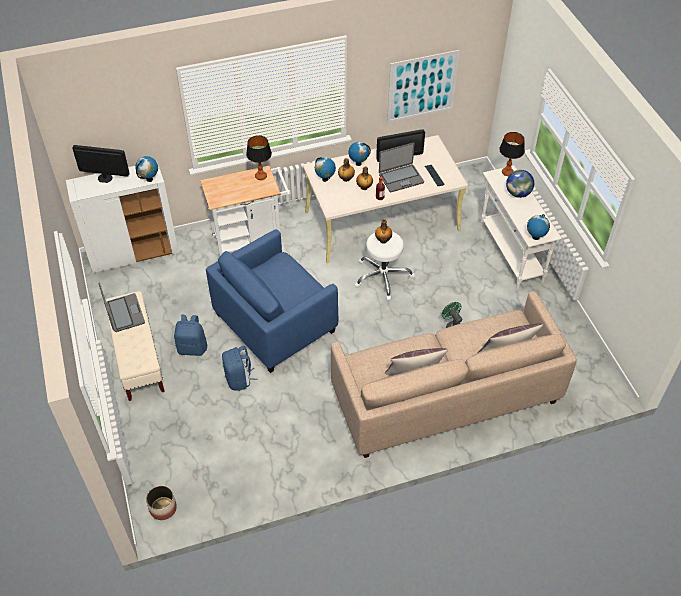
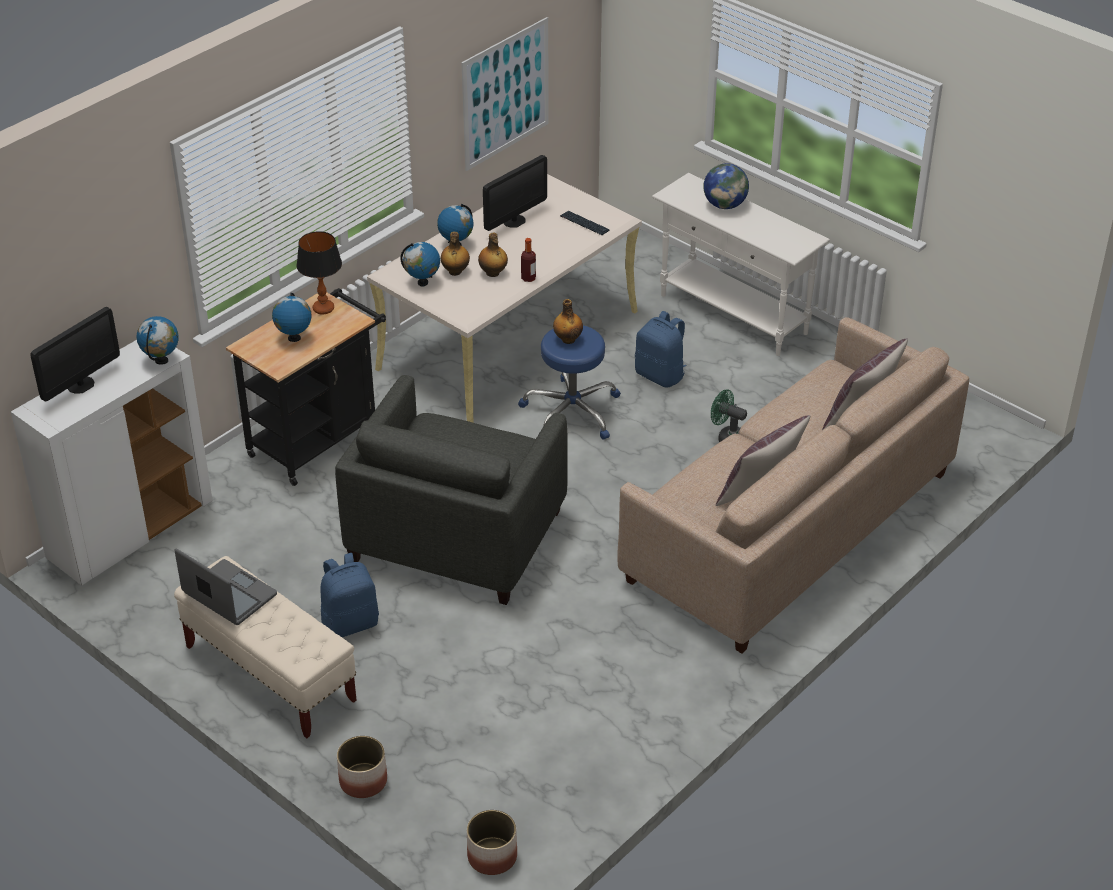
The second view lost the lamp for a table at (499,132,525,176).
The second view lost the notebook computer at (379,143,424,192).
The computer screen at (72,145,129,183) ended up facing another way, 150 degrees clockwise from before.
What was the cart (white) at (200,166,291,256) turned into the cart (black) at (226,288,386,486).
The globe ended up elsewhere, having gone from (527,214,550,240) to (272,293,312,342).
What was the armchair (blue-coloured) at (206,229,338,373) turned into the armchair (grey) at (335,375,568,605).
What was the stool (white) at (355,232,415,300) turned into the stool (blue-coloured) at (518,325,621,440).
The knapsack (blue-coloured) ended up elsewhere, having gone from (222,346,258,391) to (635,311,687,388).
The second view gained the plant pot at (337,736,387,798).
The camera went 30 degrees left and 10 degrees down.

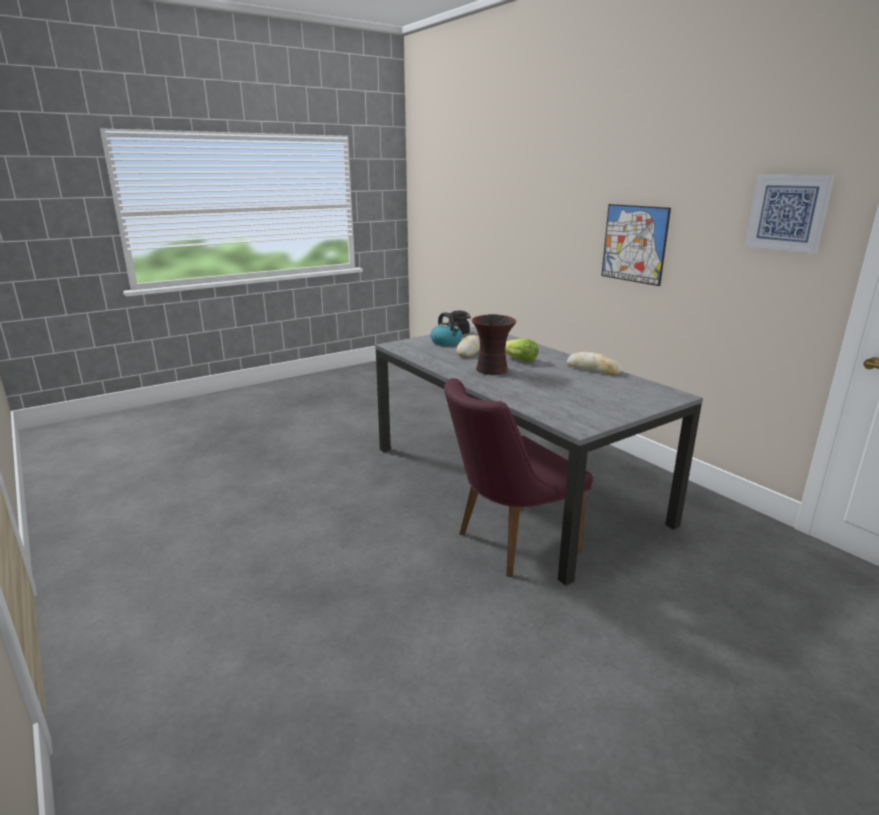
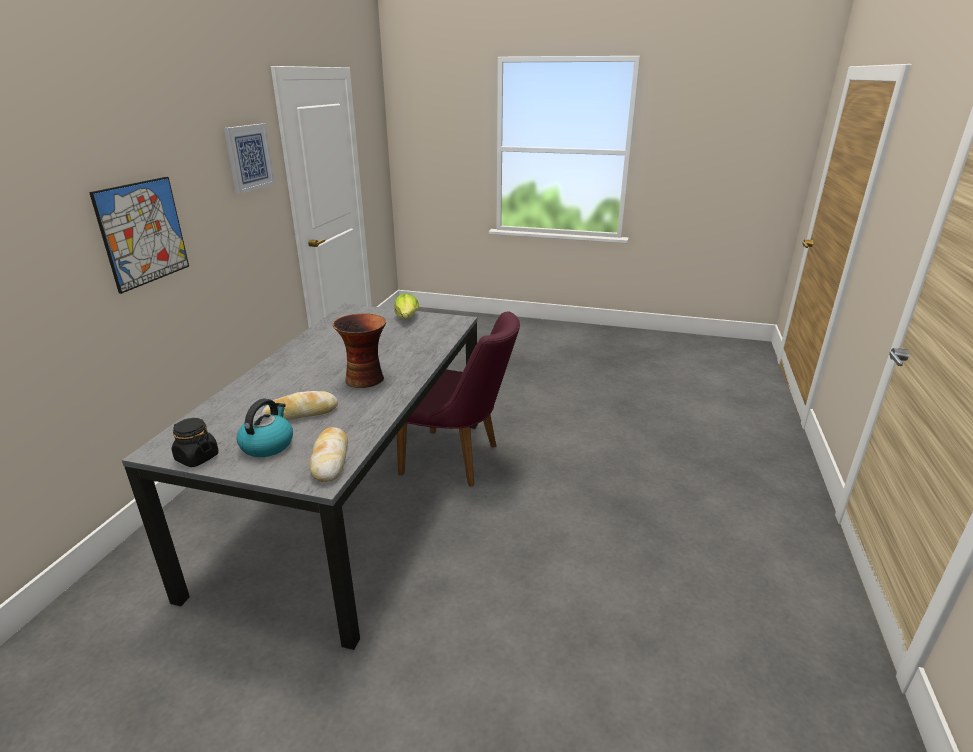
The lettuce ended up elsewhere, having gone from (505,339,538,362) to (395,293,419,319).
The bread ended up elsewhere, having gone from (567,352,622,375) to (309,427,348,482).
The camera went 130 degrees left and 5 degrees up.

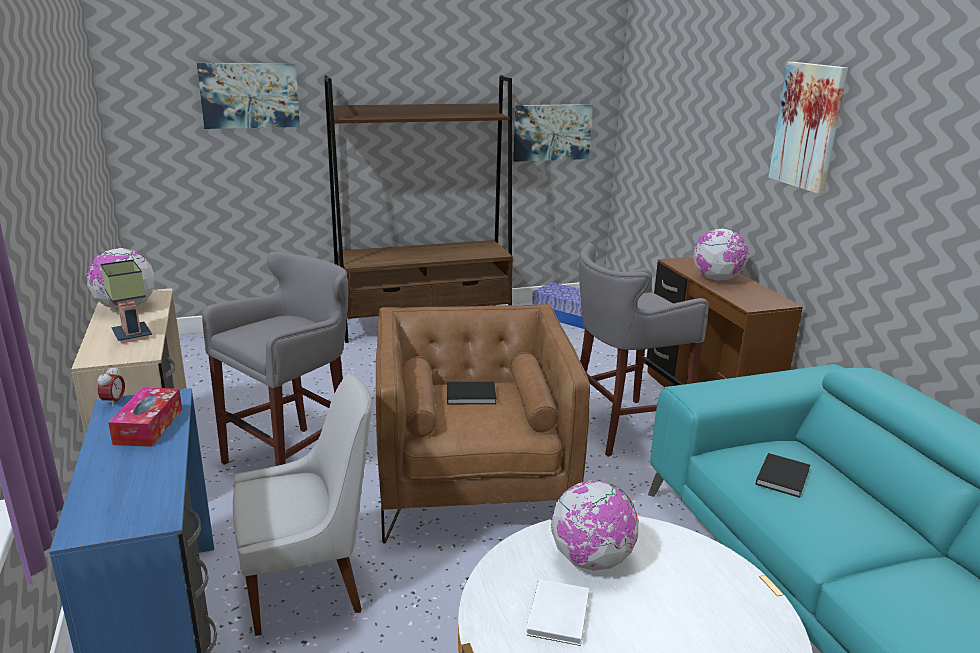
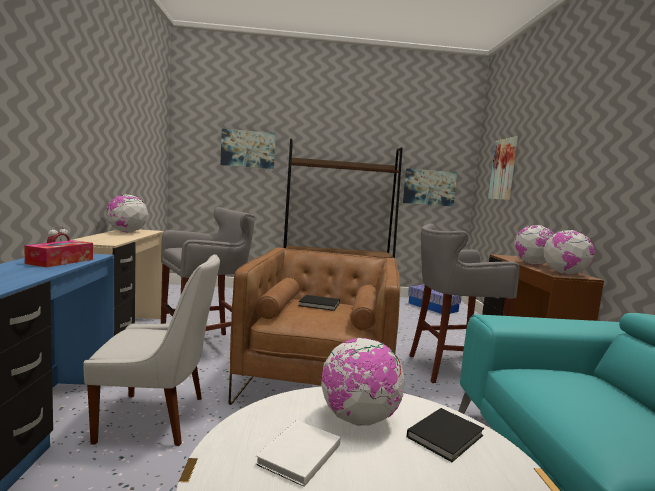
The wall art ended up elsewhere, having gone from (768,62,848,194) to (488,136,518,200).
The second view lost the lamp for a table at (100,260,152,344).
The volume (black) ended up elsewhere, having gone from (756,453,810,498) to (407,408,484,462).
The second view gained the globe at (543,230,595,274).
The camera went 15 degrees right and 15 degrees down.

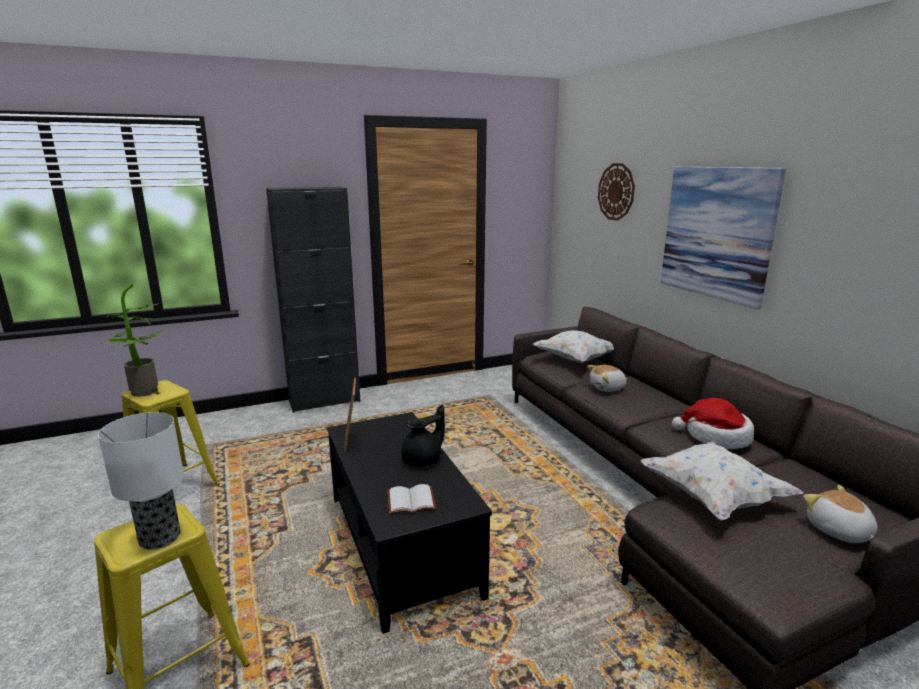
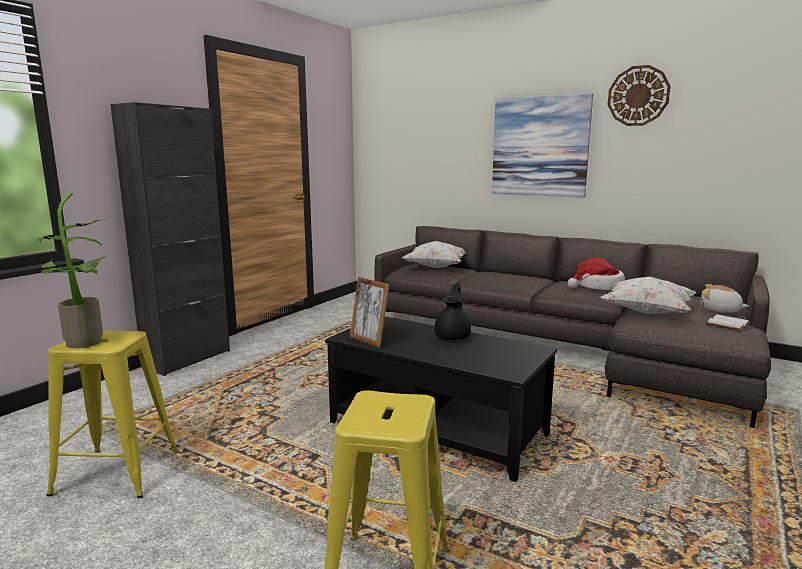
The hanging clock ended up elsewhere, having gone from (598,163,635,221) to (608,65,671,126).
The second view lost the cuddly toy at (587,365,628,392).
The second view lost the lamp for a table at (98,412,184,550).
The volume (white) ended up elsewhere, having gone from (387,484,436,514) to (706,314,751,331).
The camera went 35 degrees left and 5 degrees down.

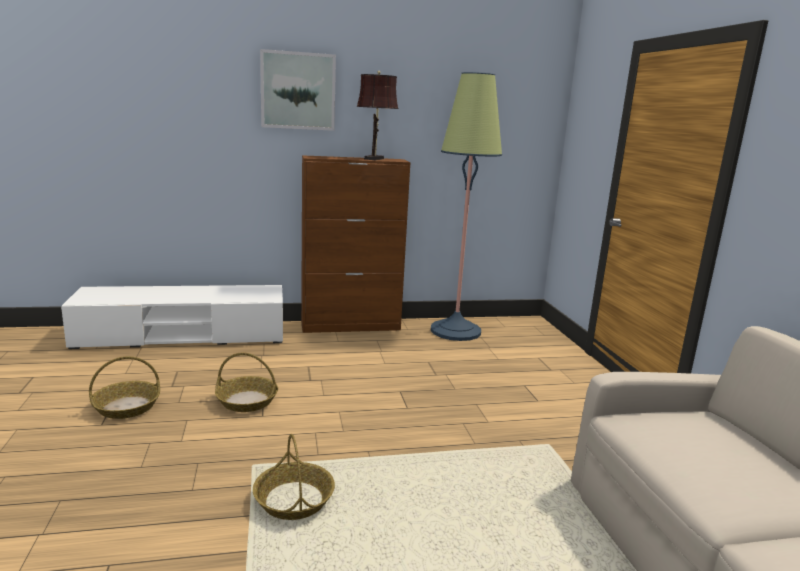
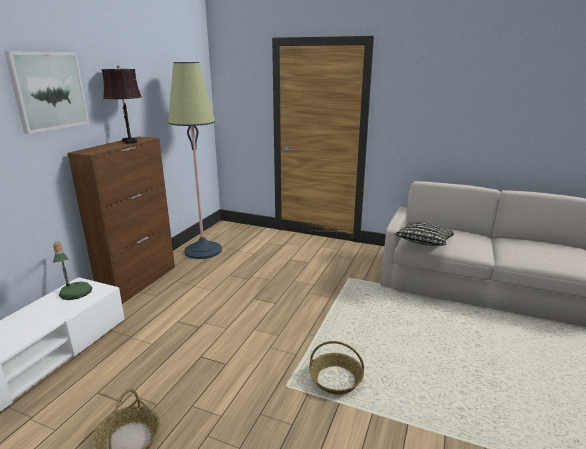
The second view lost the basket at (215,353,278,412).
The second view gained the throw pillow at (395,222,454,246).
The second view gained the lamp for a table at (53,242,92,300).
The camera went 55 degrees left and 5 degrees up.

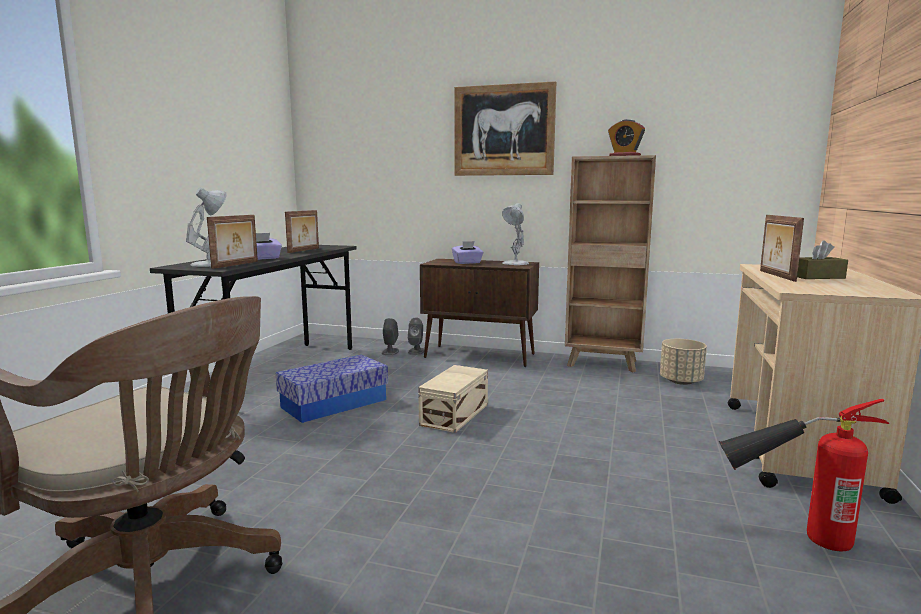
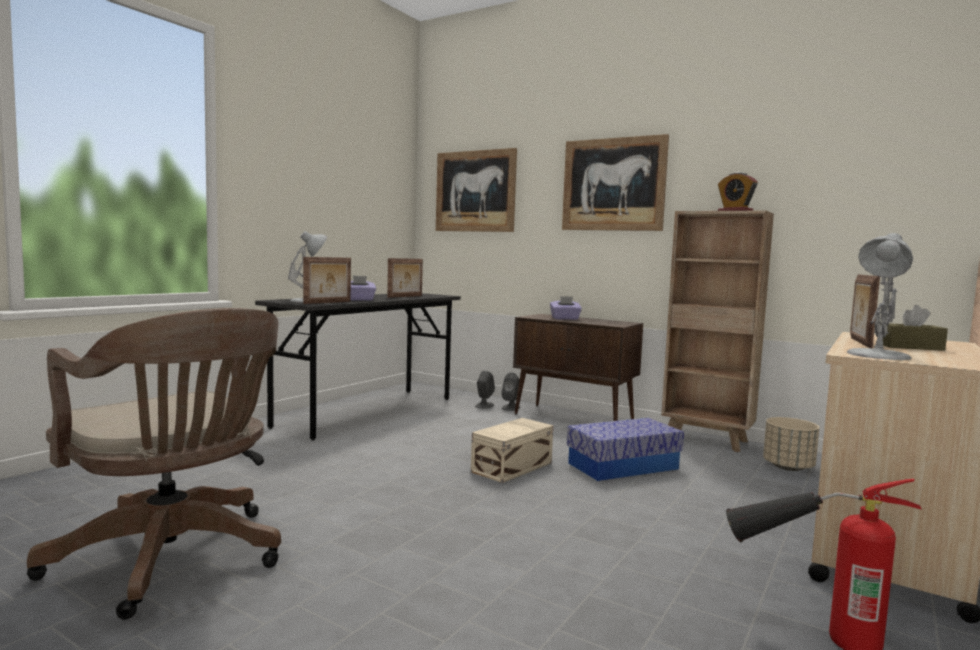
The lamp for a table (white) ended up elsewhere, having gone from (502,203,529,265) to (847,233,913,360).
The storage box ended up elsewhere, having gone from (276,355,388,423) to (567,418,684,481).
The second view gained the wall art at (436,148,517,232).
The camera went 15 degrees right and 5 degrees down.

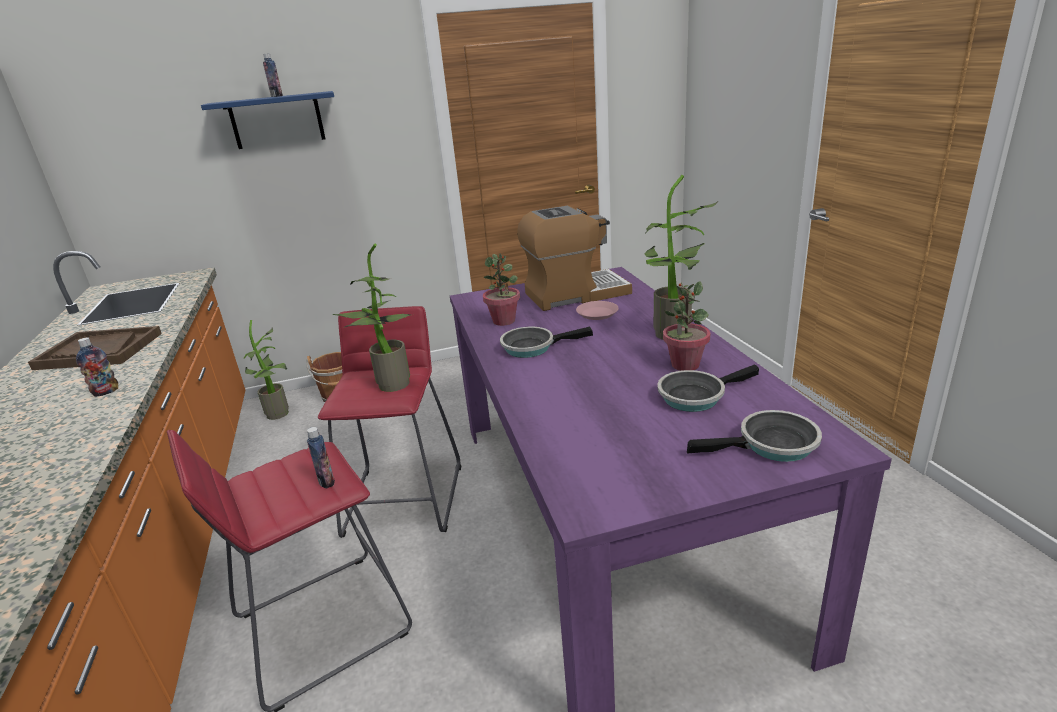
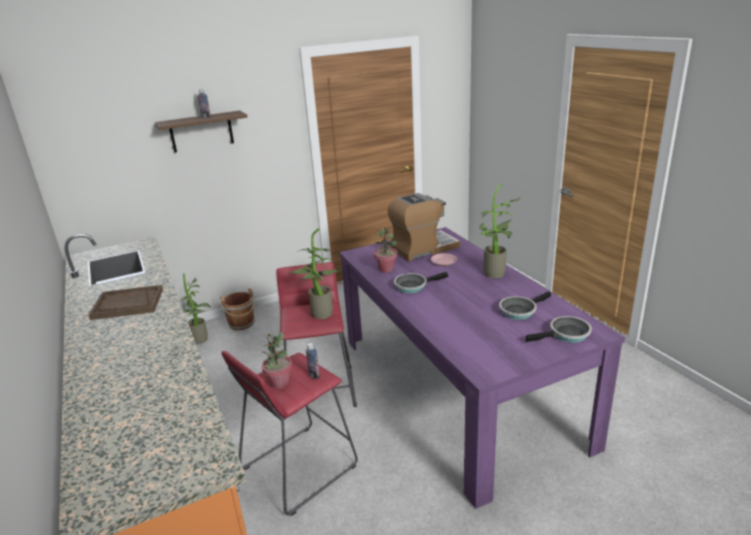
What was the wall shelf (blue-coloured) at (201,91,334,149) turned into the wall shelf (brown) at (155,111,247,153).
The plant in a pot ended up elsewhere, having gone from (663,281,710,371) to (262,332,292,389).
The second view lost the beverage bottle at (76,337,118,397).
The camera went 10 degrees left and 0 degrees up.

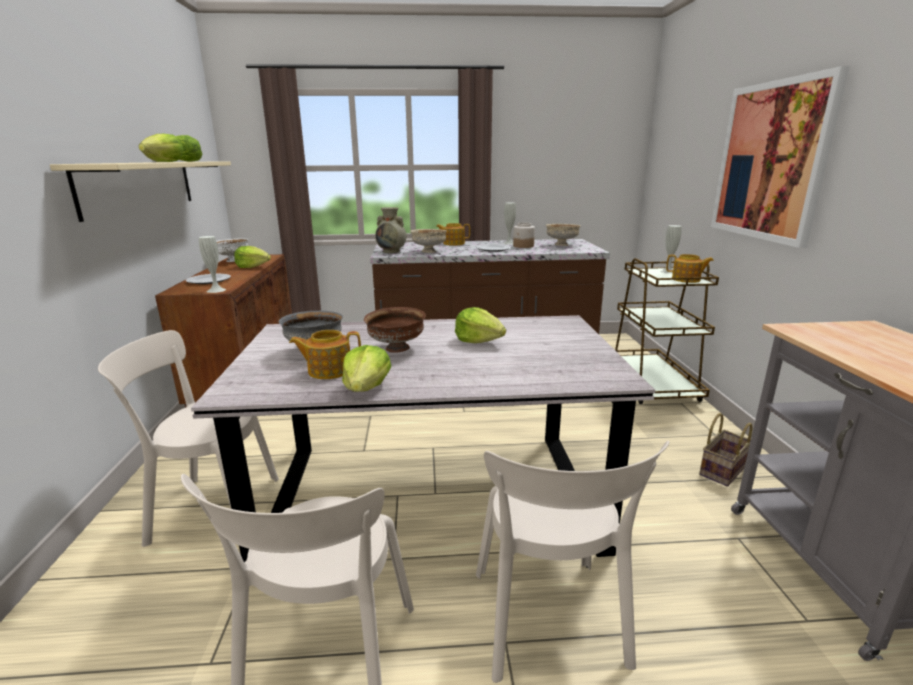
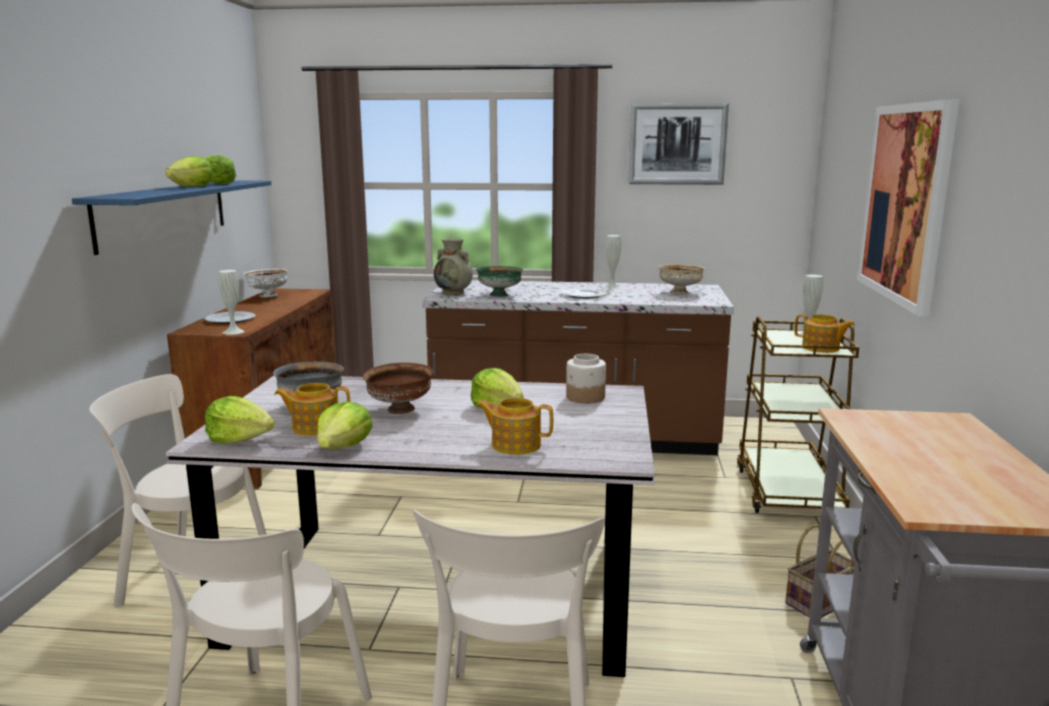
What was the wall shelf (beige) at (50,161,231,222) turned into the wall shelf (blue-coloured) at (72,180,272,255).
The pot for tea ended up elsewhere, having gone from (436,223,470,245) to (477,398,553,455).
The preserve jar ended up elsewhere, having gone from (513,223,535,248) to (566,354,606,404).
What was the bowl (beige) at (410,229,447,253) turned into the bowl (greenish) at (476,266,523,297).
The lettuce ended up elsewhere, having gone from (234,246,271,268) to (205,396,275,443).
The second view gained the wall art at (628,103,729,185).
The camera went 10 degrees right and 5 degrees down.

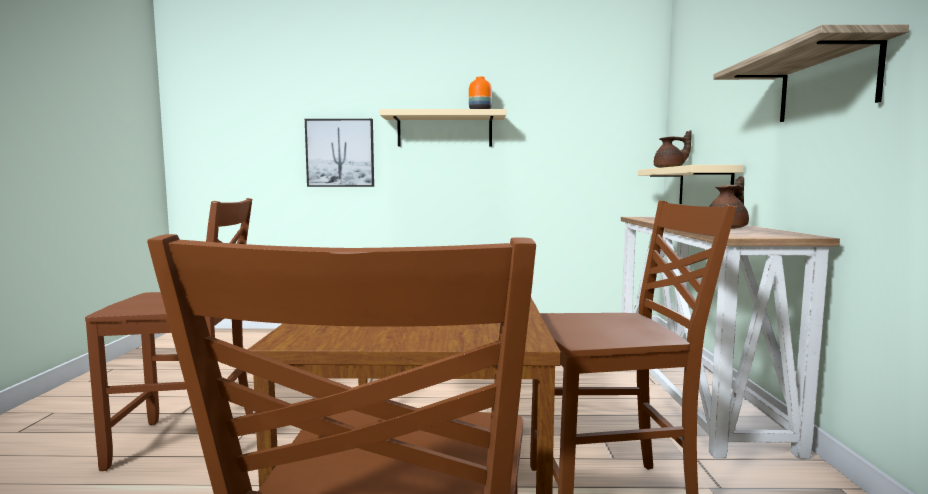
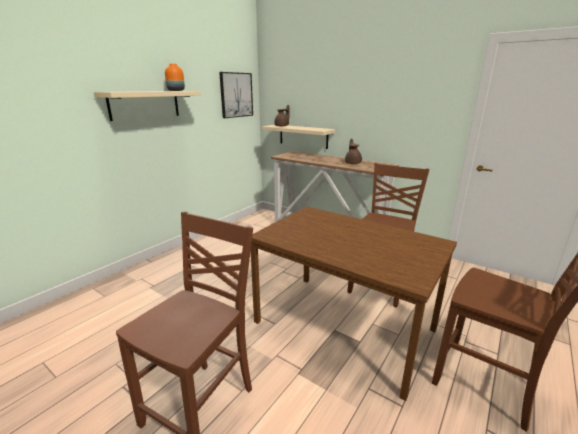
The second view lost the wall shelf at (713,25,909,122).
The wall art ended up elsewhere, having gone from (305,119,374,187) to (219,72,253,118).
The camera went 55 degrees left and 15 degrees up.

